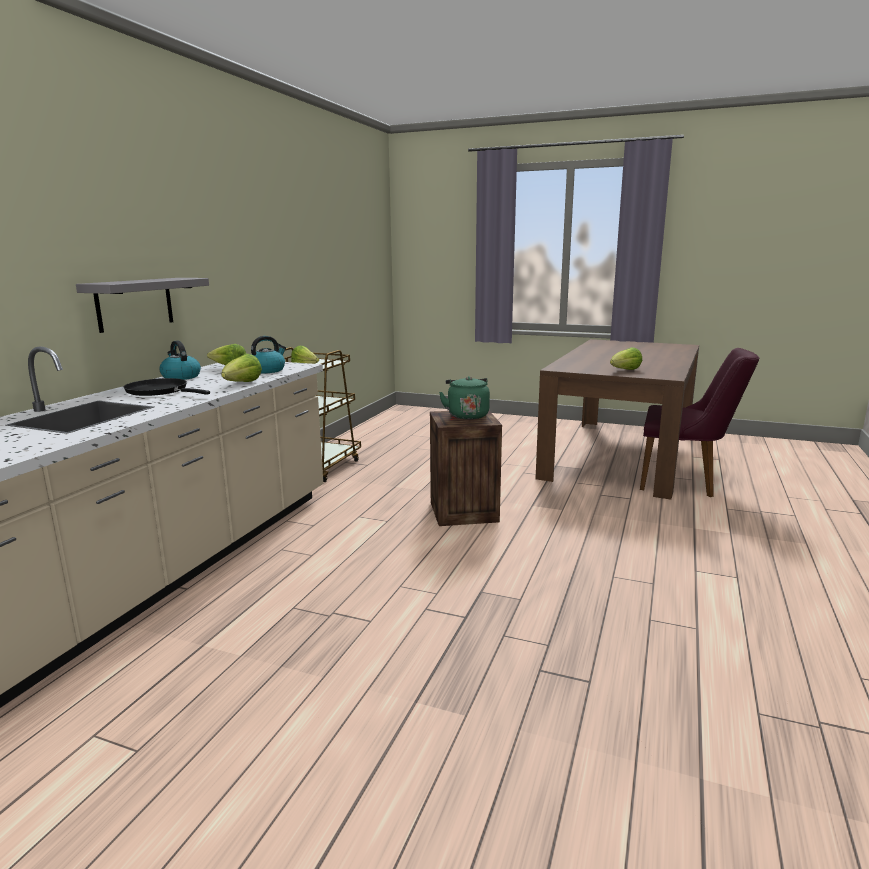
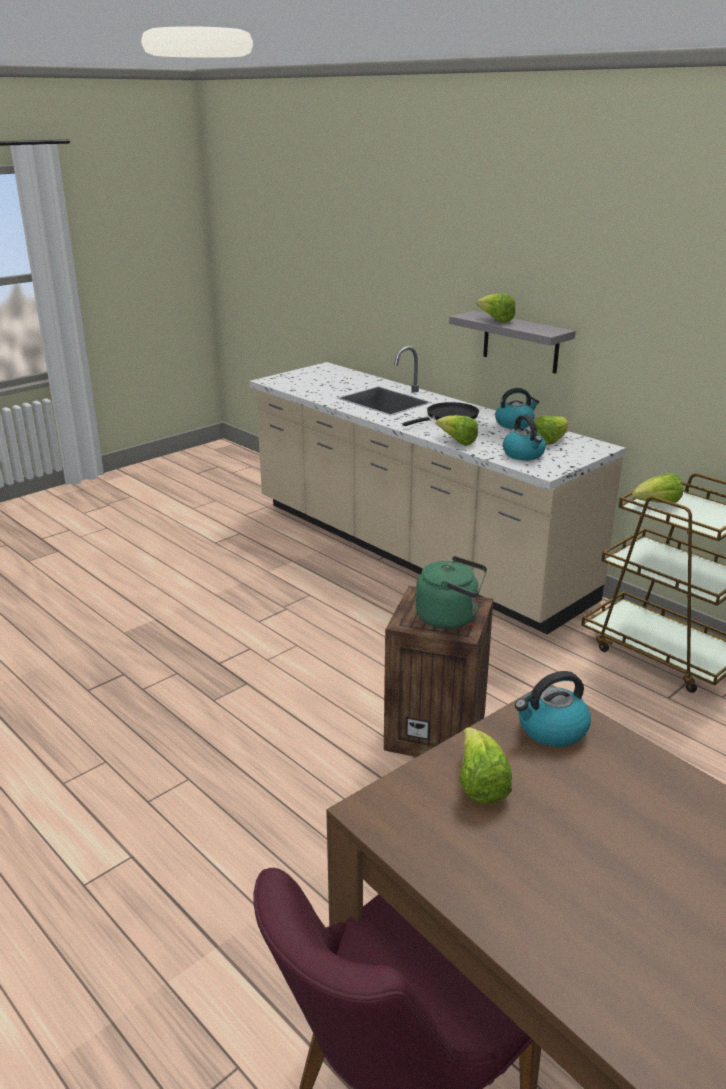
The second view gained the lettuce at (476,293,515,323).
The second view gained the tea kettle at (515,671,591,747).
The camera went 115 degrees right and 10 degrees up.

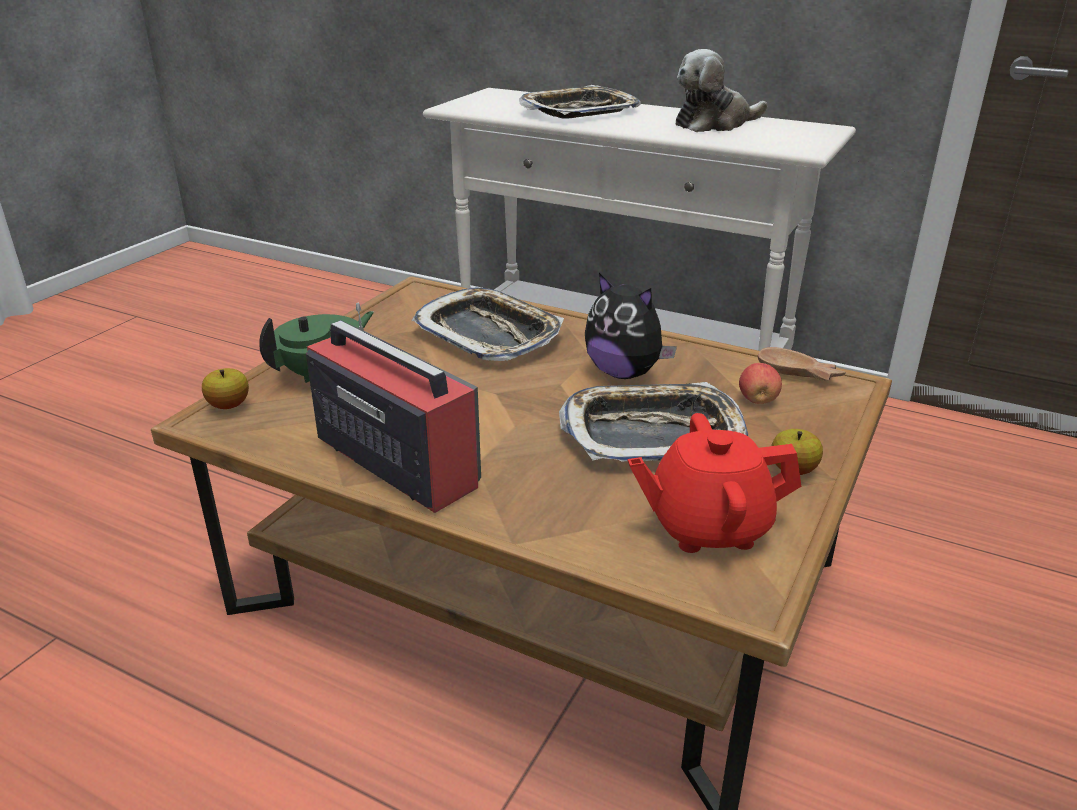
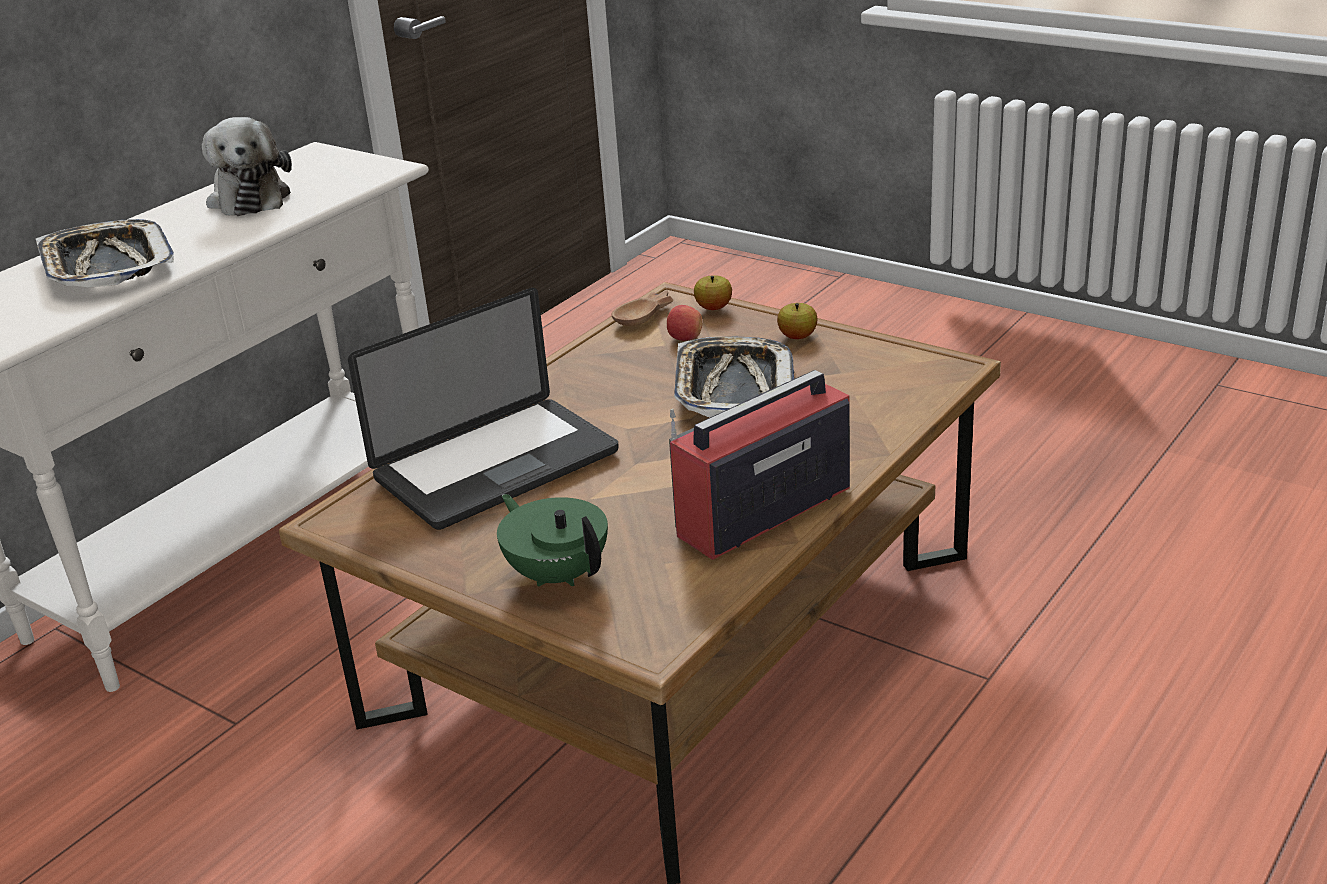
The second view lost the cuddly toy at (585,273,677,379).
Where the serving tray stood at (411,288,564,361), the notebook computer came to stand at (348,288,619,530).
The whole apple ended up elsewhere, having gone from (202,368,249,409) to (694,275,732,310).
The second view lost the pot for tea (red) at (628,413,802,553).
The camera went 80 degrees left and 0 degrees up.

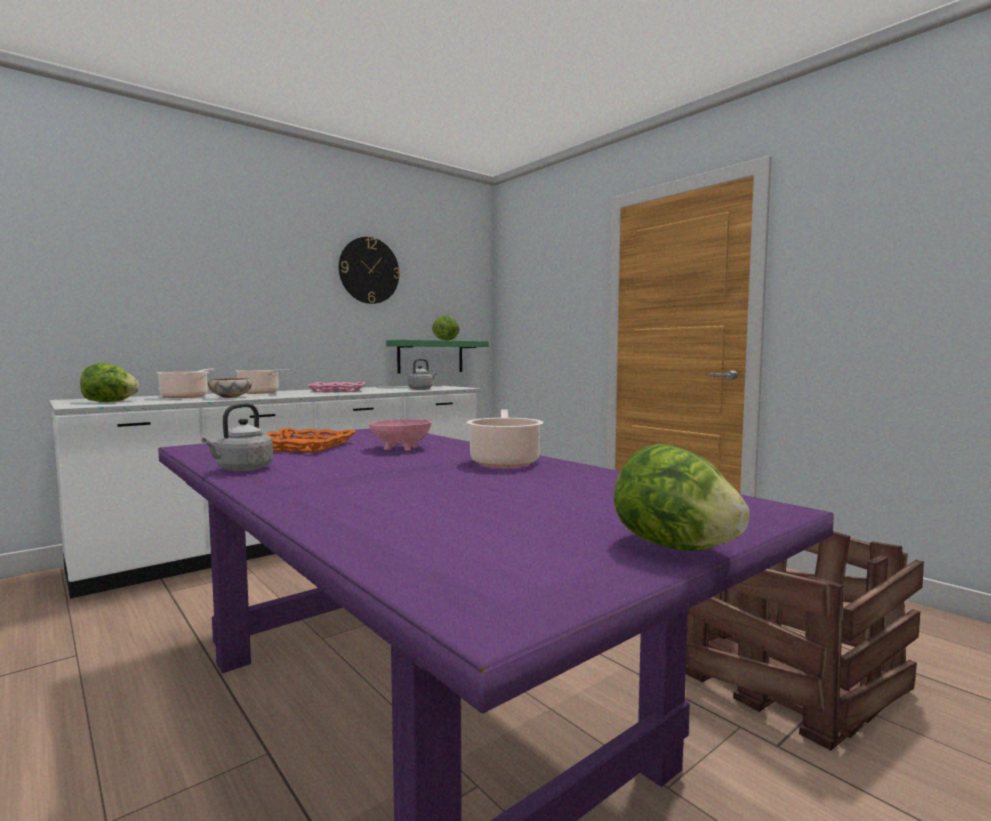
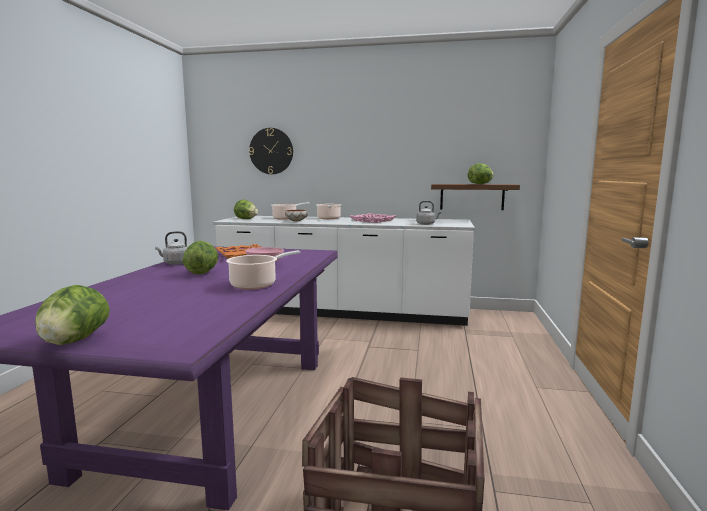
The hanging clock ended up elsewhere, having gone from (339,237,400,304) to (249,128,293,174).
What was the wall shelf (greenish) at (386,340,489,373) turned into the wall shelf (brown) at (431,184,520,210).
The second view gained the lettuce at (183,241,219,274).
The camera went 50 degrees right and 5 degrees up.

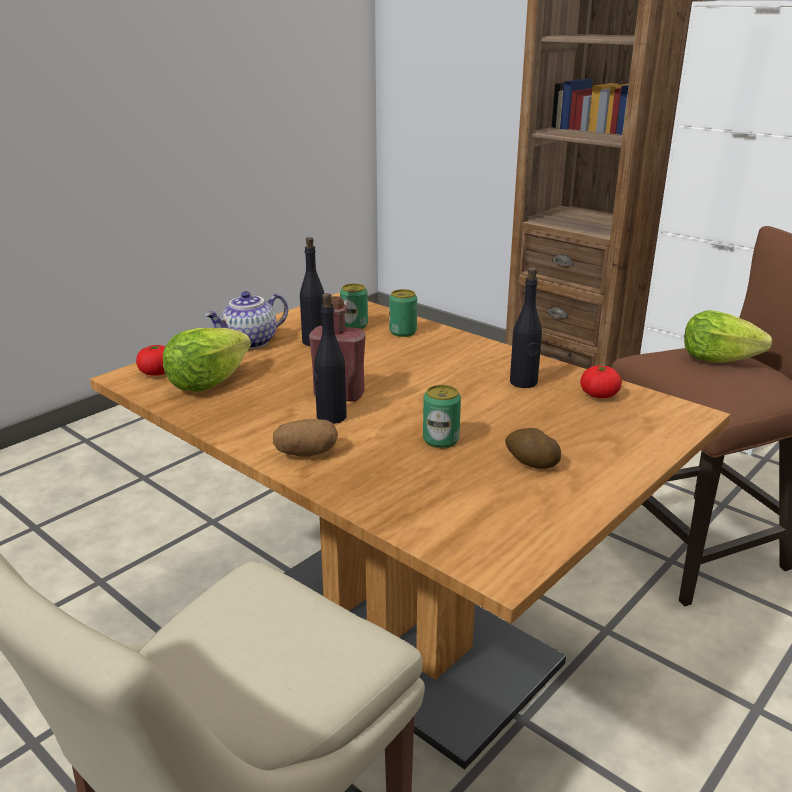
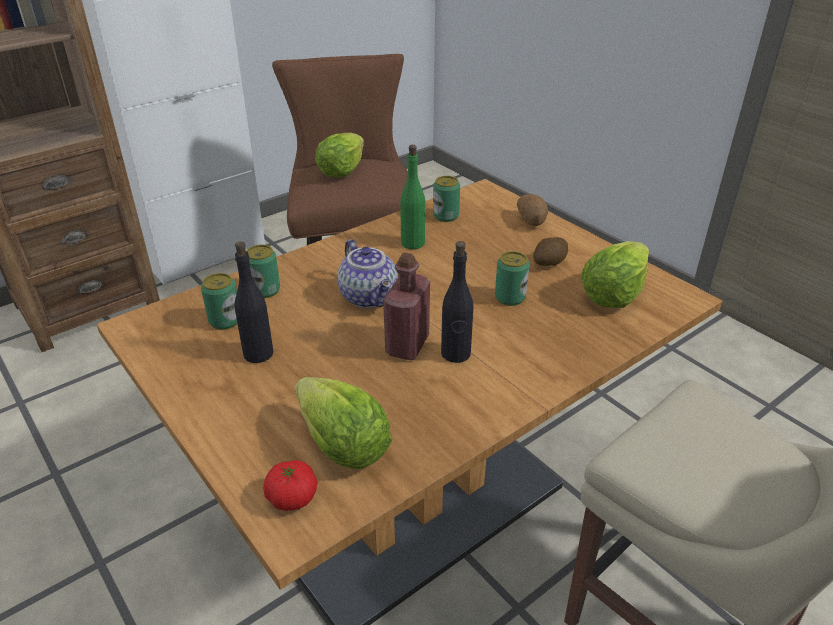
What was the beverage bottle (black) at (510,267,542,388) turned into the beverage bottle (greenish) at (400,145,426,249).
The pot for tea ended up elsewhere, having gone from (204,291,288,349) to (338,239,397,308).
Where the tomato stood at (580,366,622,398), the can came to stand at (433,176,460,222).
The spud ended up elsewhere, having gone from (273,419,338,457) to (517,194,548,226).
The second view gained the lettuce at (582,241,649,308).
The camera went 80 degrees left and 10 degrees up.

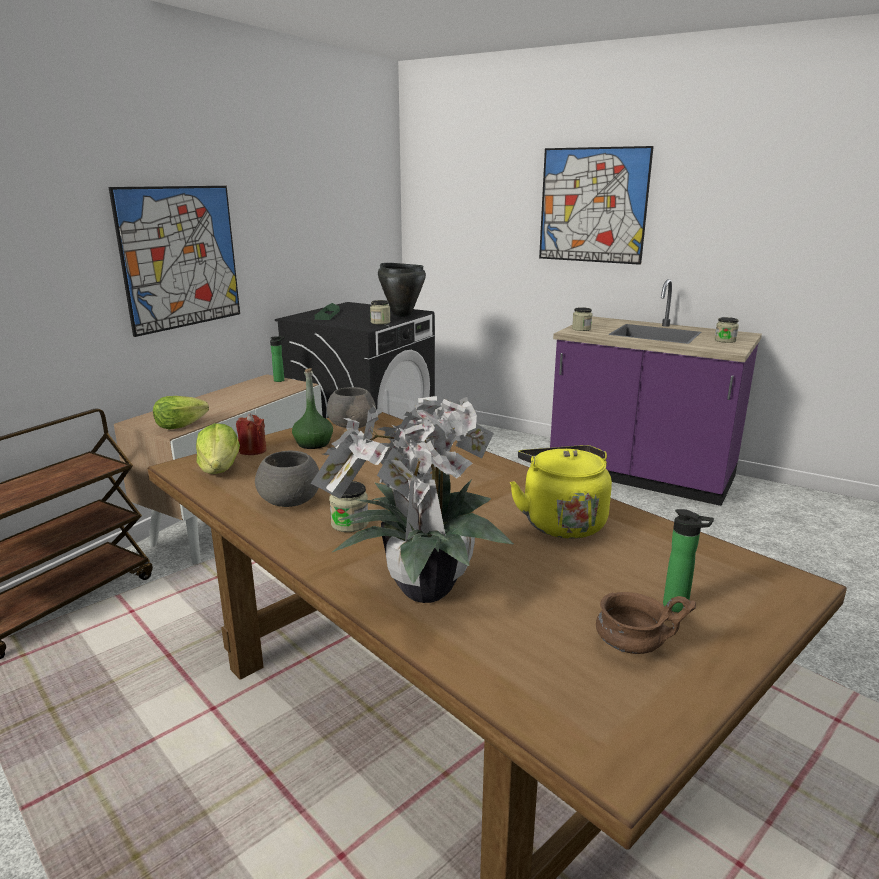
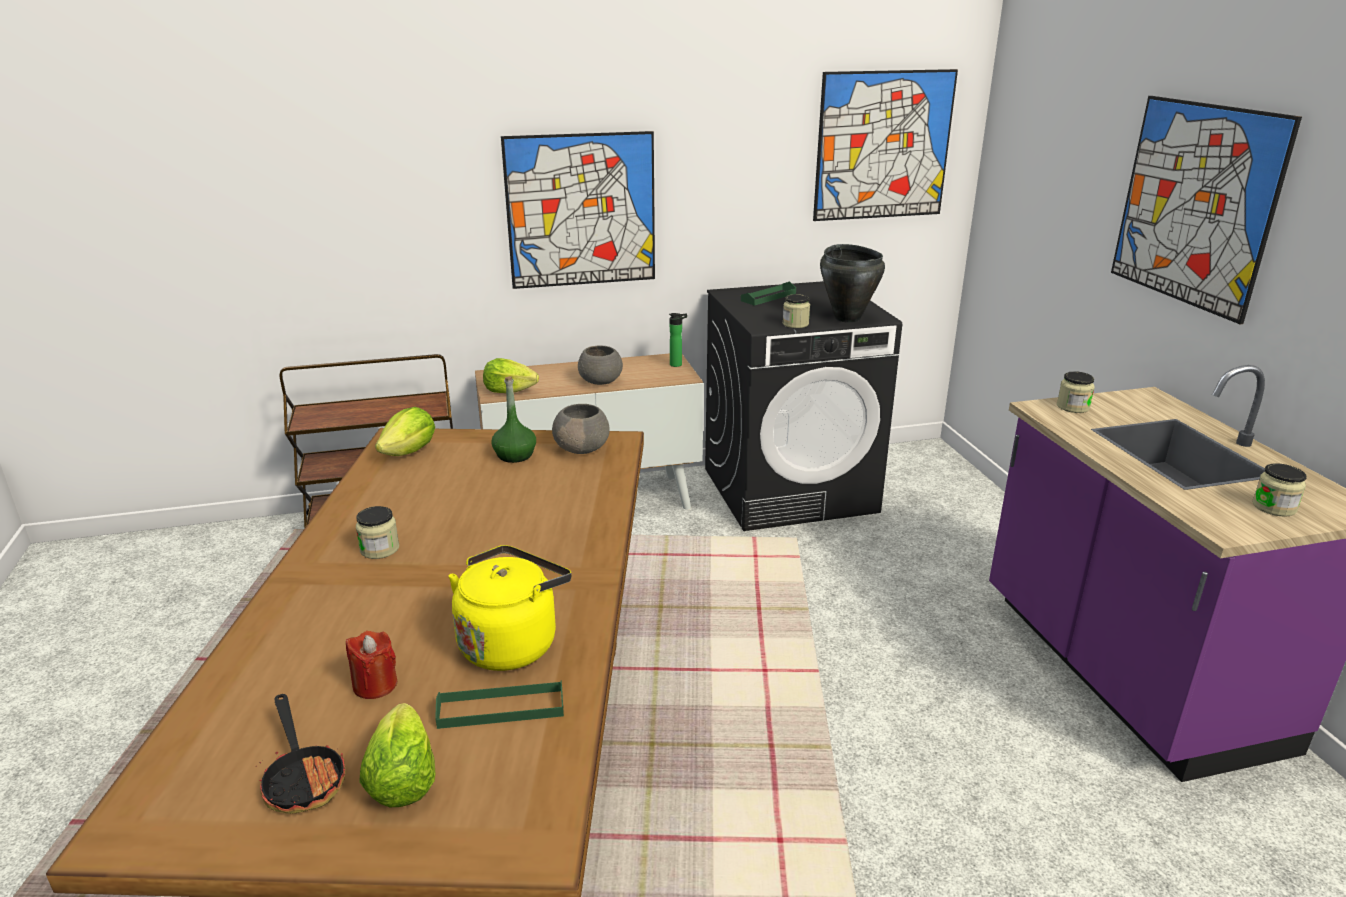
The second view lost the plant in a pot at (311,396,514,603).
The wax light (red) ended up elsewhere, having gone from (236,414,266,455) to (346,631,397,699).
The bowl (grey) ended up elsewhere, having gone from (255,451,319,507) to (578,345,623,385).
Where the beverage bottle stood at (663,509,714,612), the lettuce came to stand at (359,703,435,807).
Where the bowl (brown) stood at (596,592,696,654), the skillet came to stand at (256,694,346,814).
The second view gained the wall art at (813,69,958,221).
The second view gained the serving tray (greenish) at (435,681,564,729).
The camera went 45 degrees right and 5 degrees up.

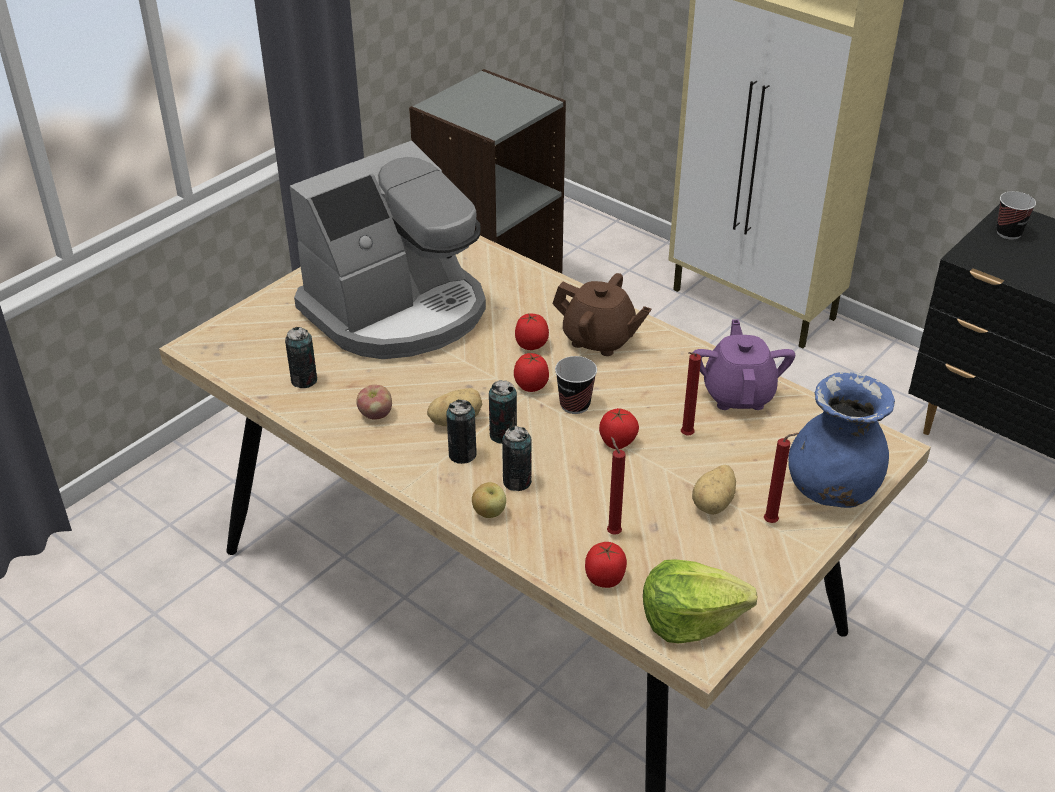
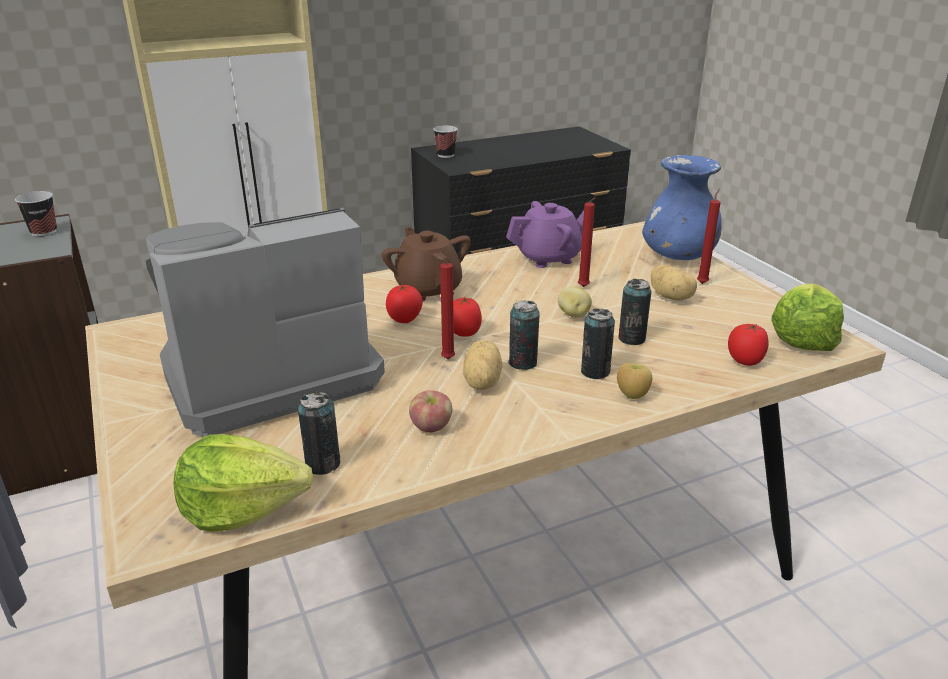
The coffee maker at (290,140,486,359) ended up facing another way, 105 degrees counterclockwise from before.
The pot for tea (brown) at (552,273,651,356) ended up facing another way, 75 degrees counterclockwise from before.
The pot for tea (purple) at (693,319,795,410) ended up facing another way, 135 degrees clockwise from before.
The cup ended up elsewhere, having gone from (555,356,597,414) to (15,191,57,237).
The can ended up elsewhere, having gone from (446,400,477,464) to (618,279,651,345).
Where the tomato stood at (599,408,639,449), the spud came to stand at (558,286,592,318).
The wax light (red) ended up elsewhere, having gone from (607,437,626,535) to (434,255,455,359).
The second view gained the lettuce at (174,434,313,532).
The camera went 65 degrees left and 10 degrees down.

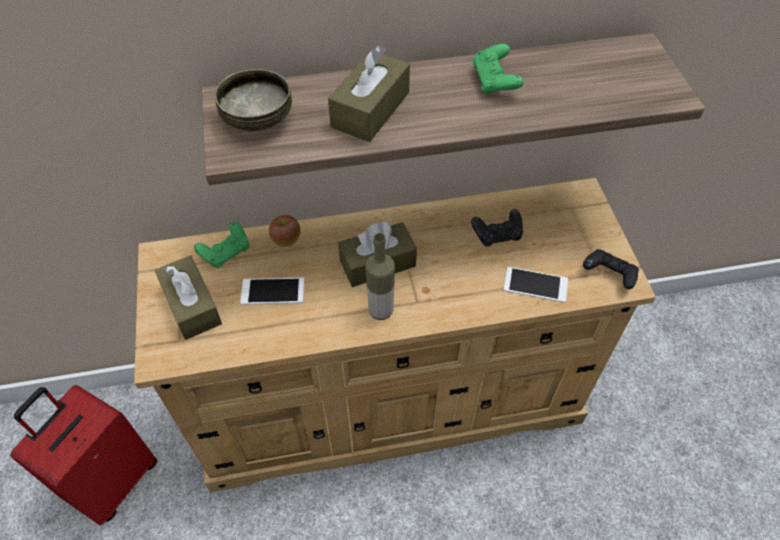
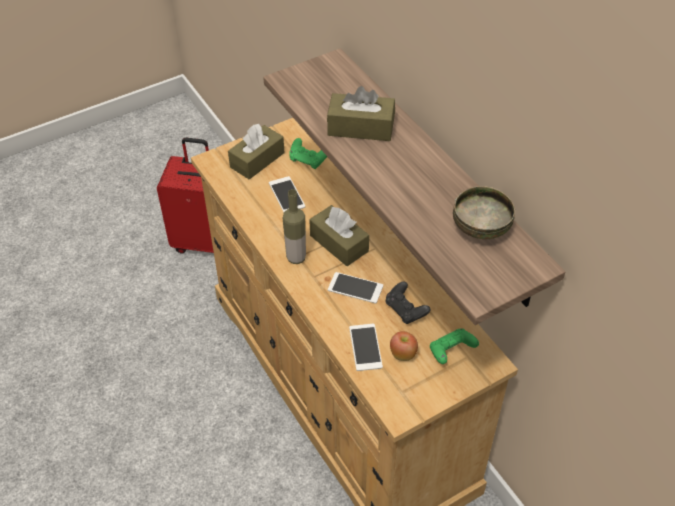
The gamepad (greenish) ended up elsewhere, having gone from (472,44,524,95) to (430,328,479,364).
The bowl ended up elsewhere, having gone from (215,69,292,131) to (453,186,515,239).
The whole apple ended up elsewhere, having gone from (269,215,301,247) to (390,331,418,361).
The second view lost the gamepad (black) at (583,249,639,289).
The second view gained the phone at (328,272,383,304).
The camera went 70 degrees right and 5 degrees down.

